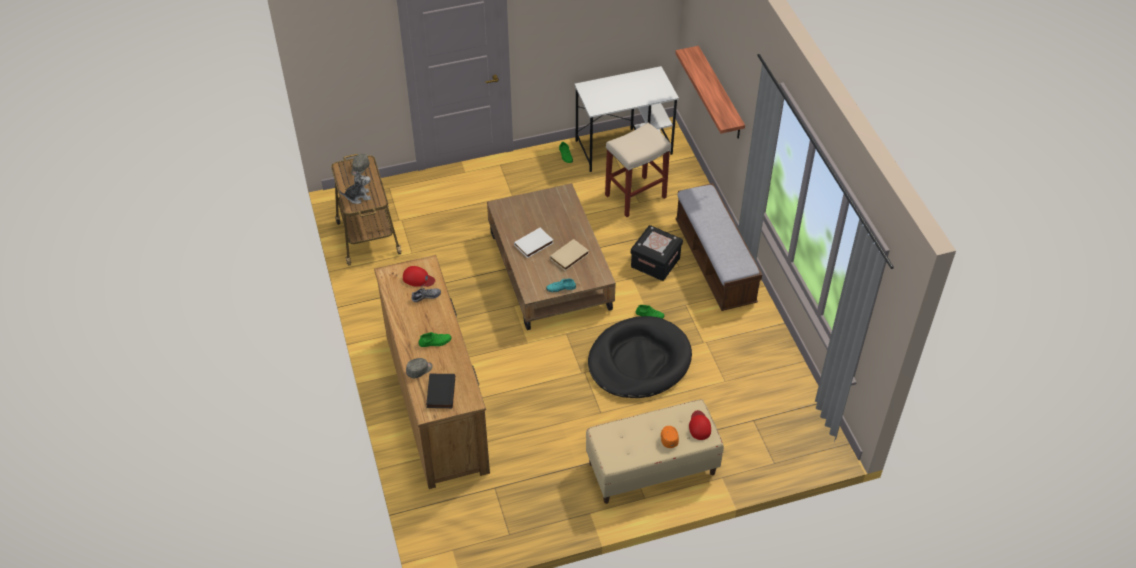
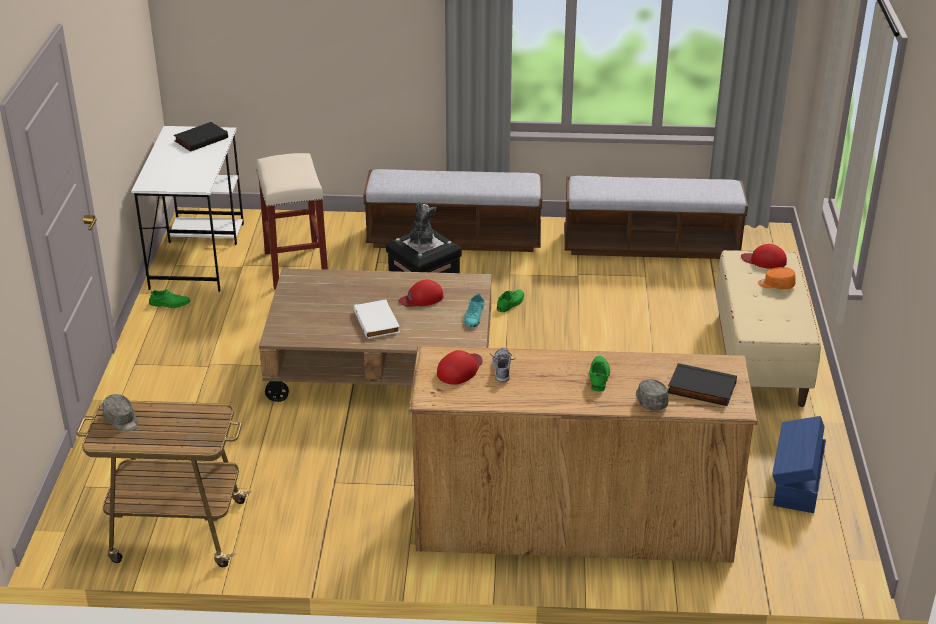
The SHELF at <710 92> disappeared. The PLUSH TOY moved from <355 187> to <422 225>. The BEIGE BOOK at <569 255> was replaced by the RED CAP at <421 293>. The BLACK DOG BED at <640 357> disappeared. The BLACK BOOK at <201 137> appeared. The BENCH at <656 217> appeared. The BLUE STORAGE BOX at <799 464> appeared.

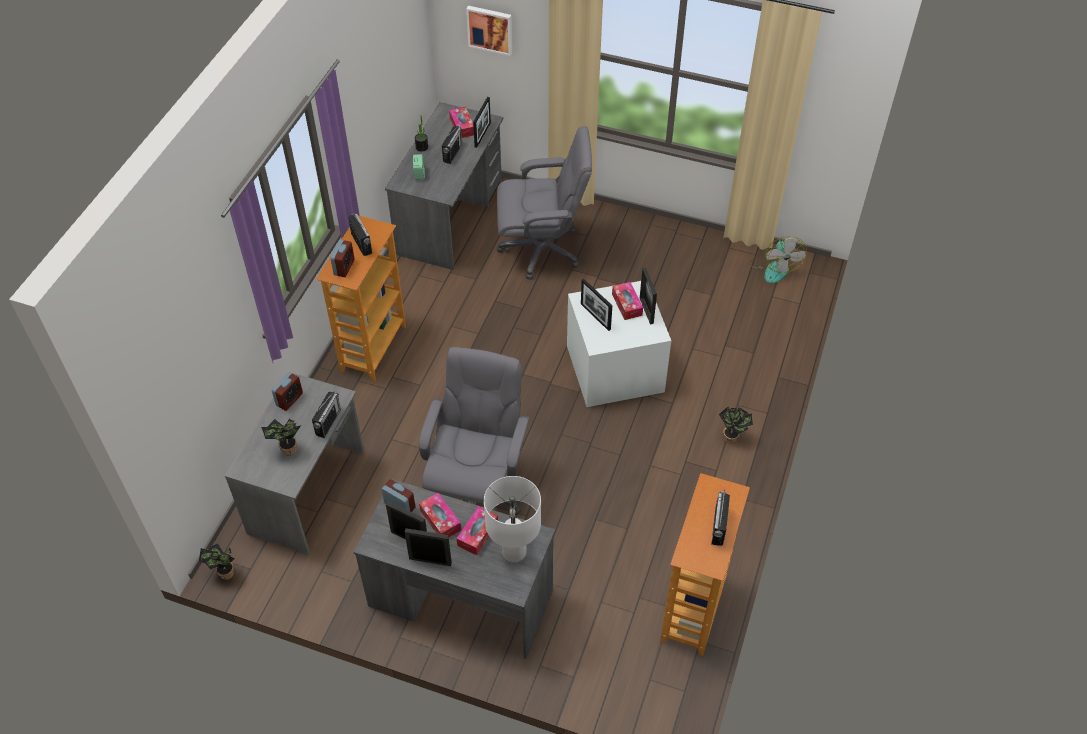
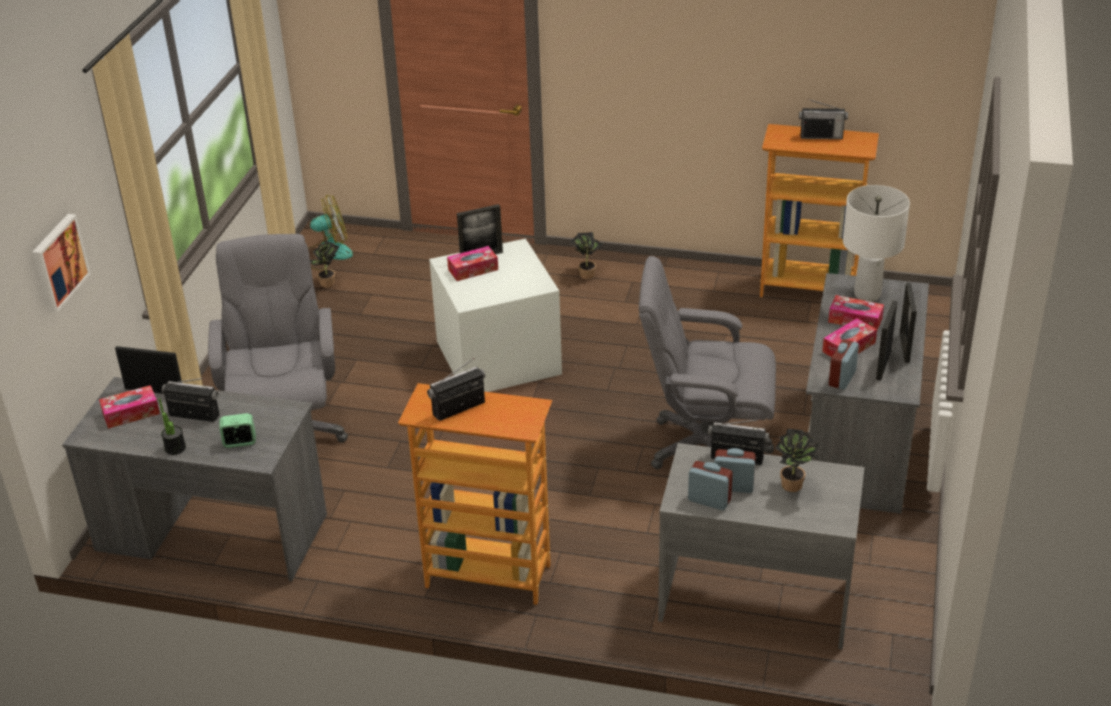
The ALARM CLOCK moved from <342 258> to <735 470>. The PICTURE FRAME at <596 305> disappeared. The POTTED PLANT moved from <217 561> to <324 264>.

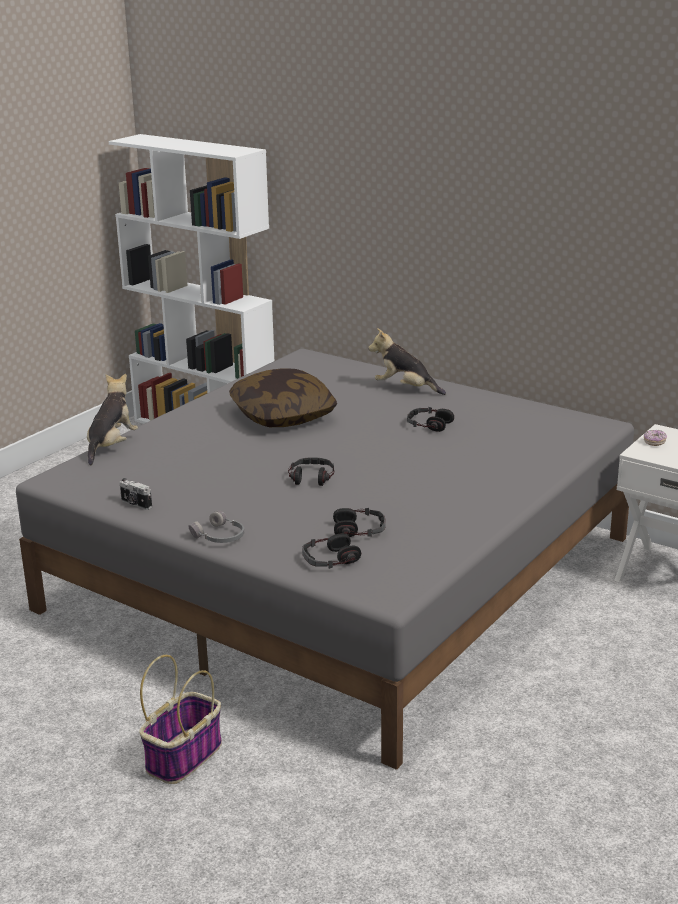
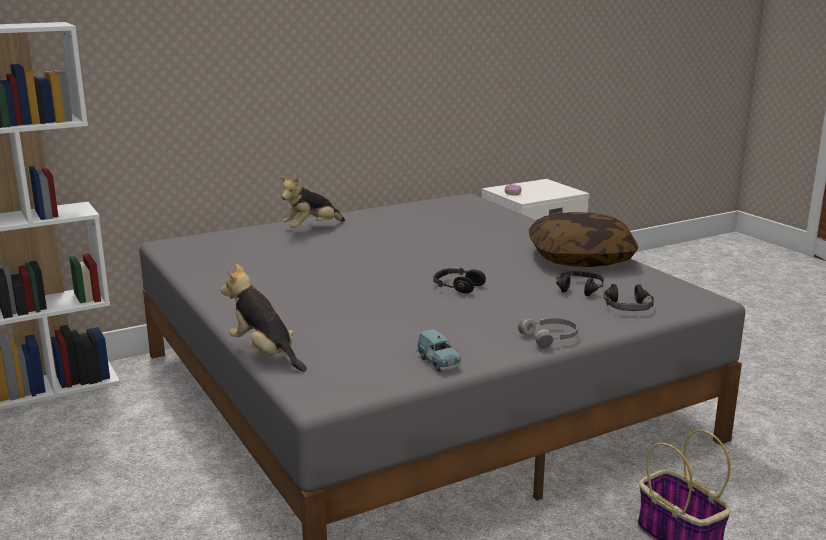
The PILLOW moved from <283 397> to <583 239>. The HEADPHONES at <430 419> disappeared. The PHOTO CAMERA at <136 494> was replaced by the BLUE TOY CAR at <439 350>.

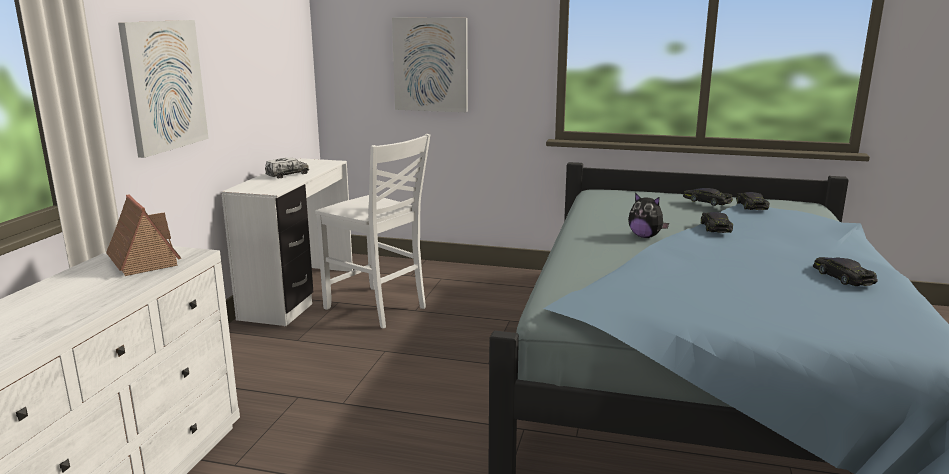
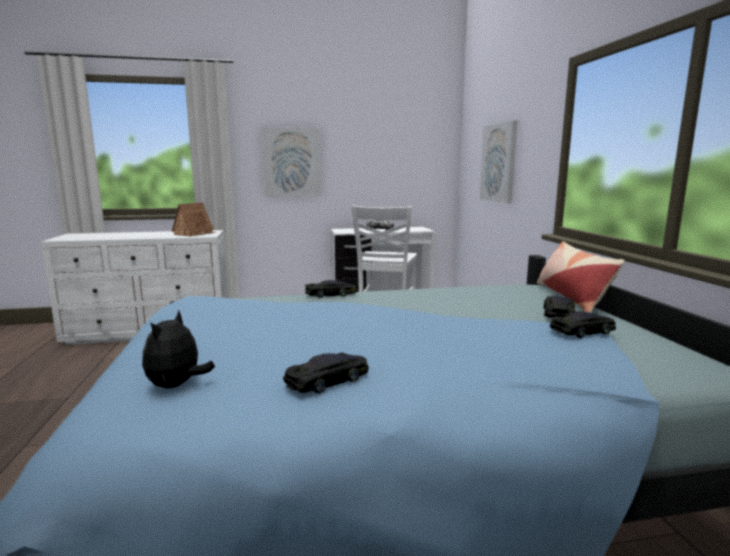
The PLUSH TOY moved from <648 215> to <178 349>. The BLACK TOY CAR moved from <717 222> to <331 289>. The PILLOW at <581 277> appeared.

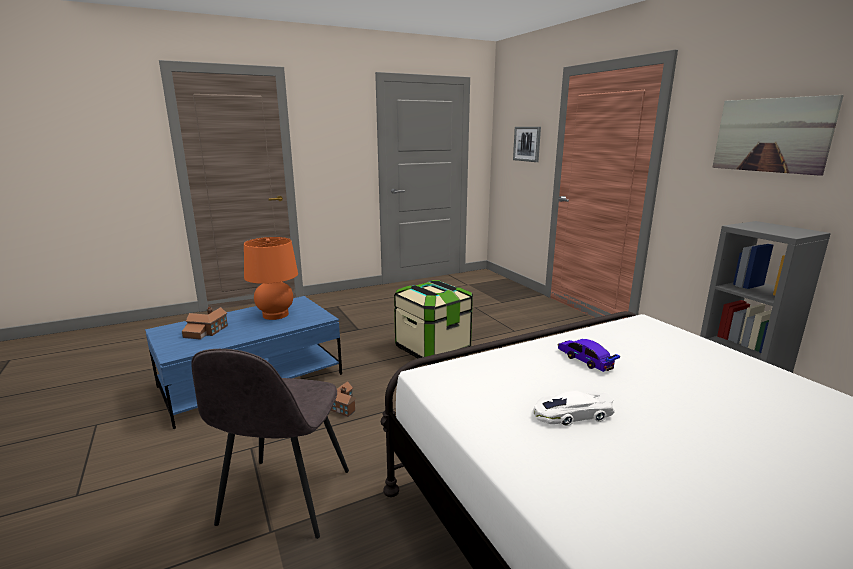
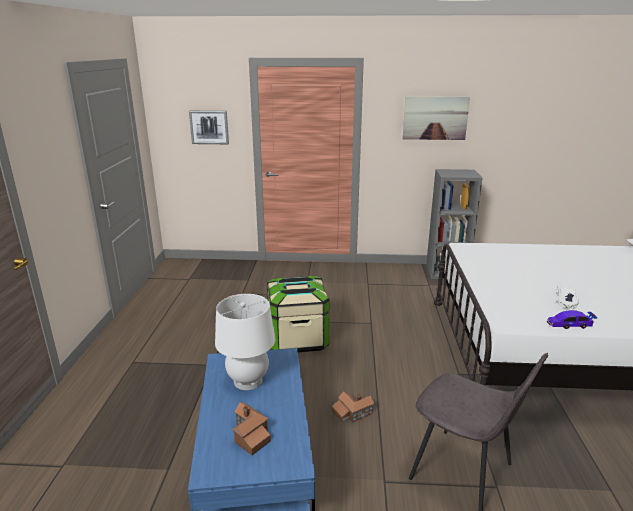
The ORANGE TABLE LAMP at <271 278> became the WHITE TABLE LAMP at <245 342>. The TOY CAR moved from <589 355> to <572 319>.

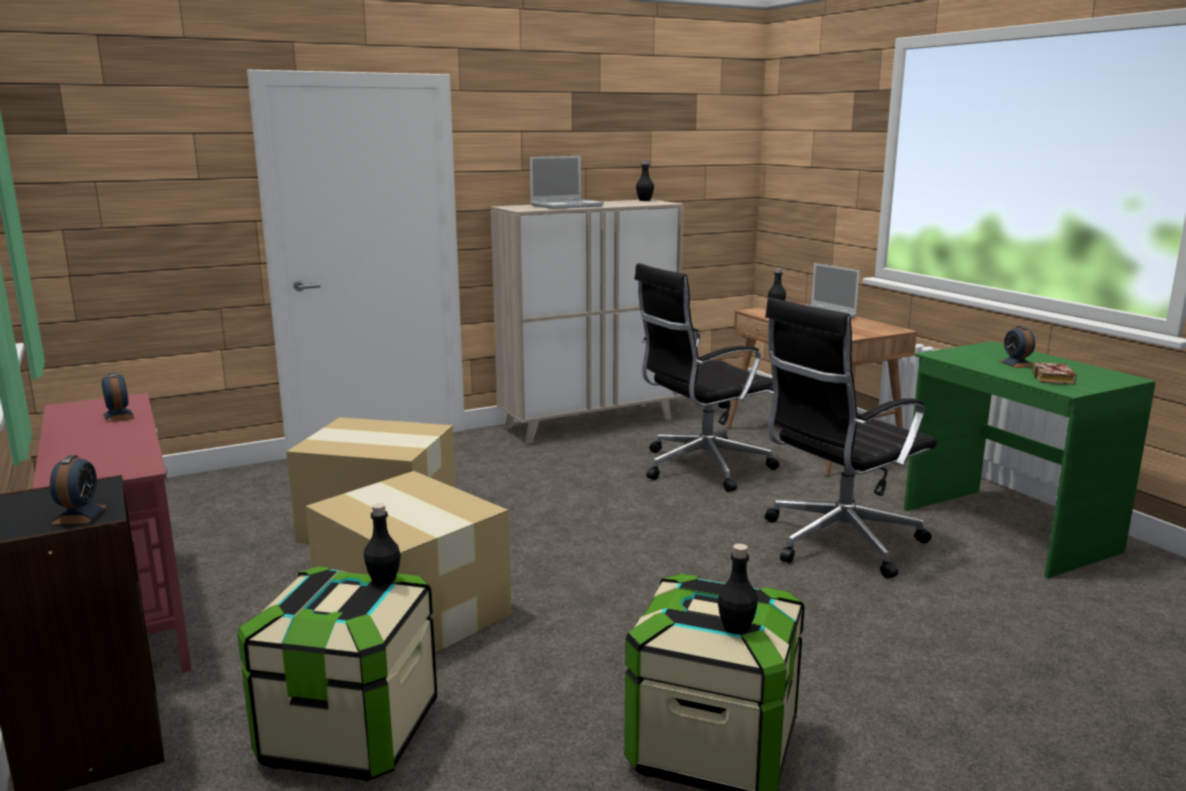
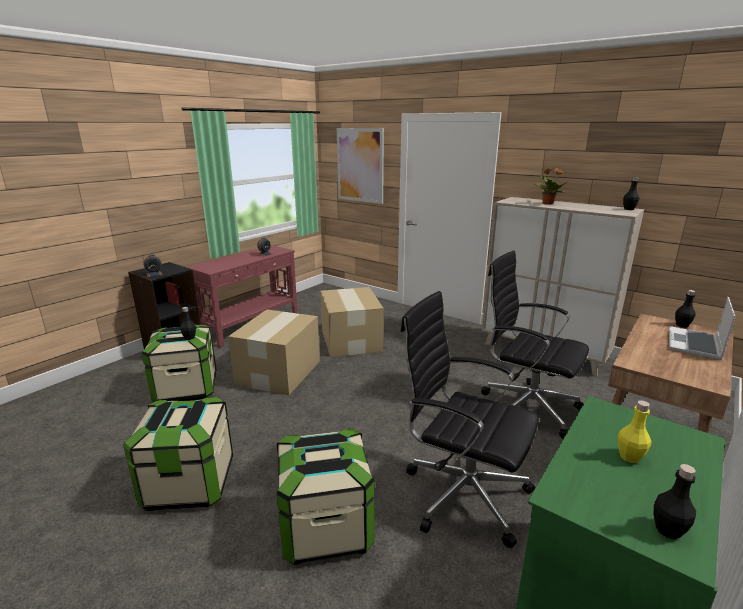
The LAPTOP at <567 182> was replaced by the POTTED PLANT at <551 186>. The ALARM CLOCK at <1017 347> was replaced by the YELLOW BOTTLE at <634 431>. The BOOK at <1054 373> disappeared. The BLACK BOTTLE moved from <738 589> to <675 501>. The PICTURE at <360 166> appeared. The STORAGE BOX at <326 496> appeared.

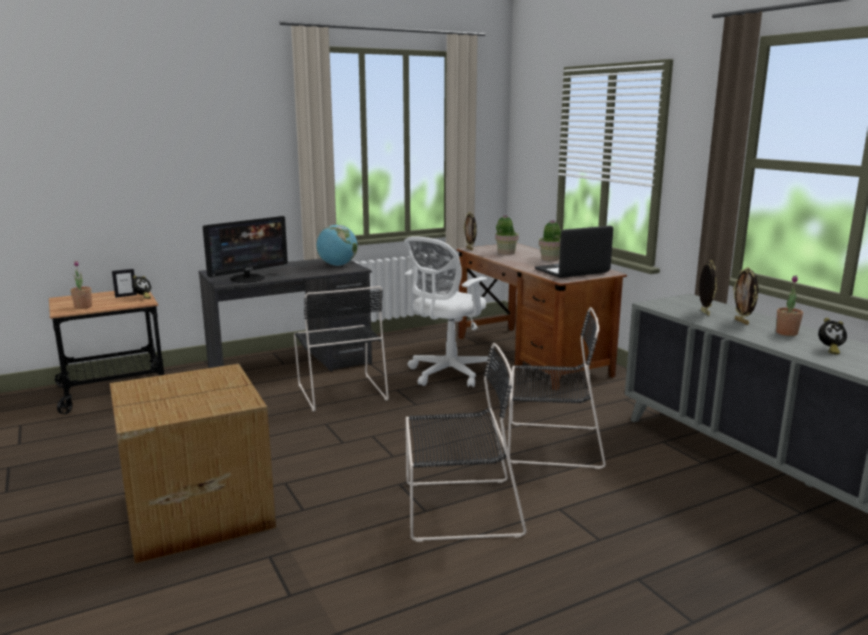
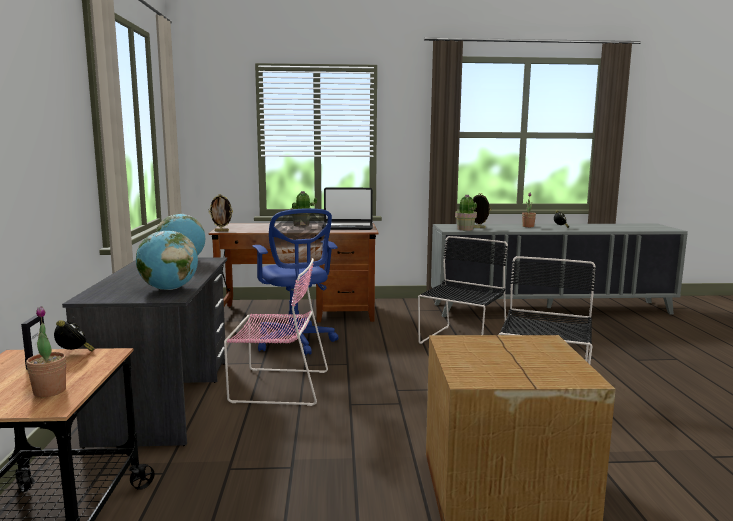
The POTTED PLANT moved from <507 234> to <466 212>. The MONITOR at <245 249> was replaced by the GLOBE at <167 260>. The LAPTOP at <574 252> turned 90 degrees counterclockwise. The WHITE OFFICE CHAIR at <451 311> became the BLUE OFFICE CHAIR at <295 281>. The PICTURE FRAME at <745 296> disappeared. The BLACK CHAIR at <341 348> became the PINK CHAIR at <276 332>.

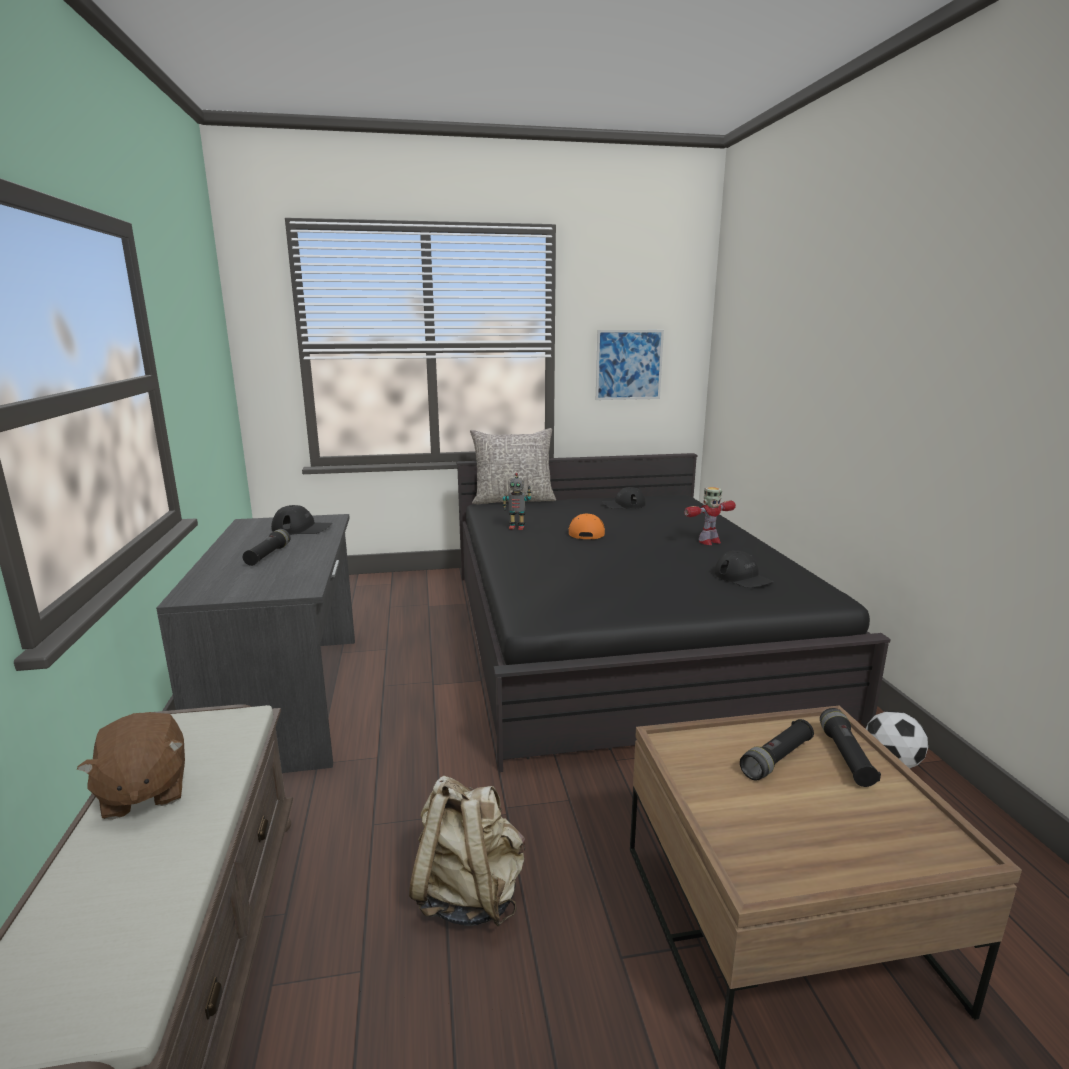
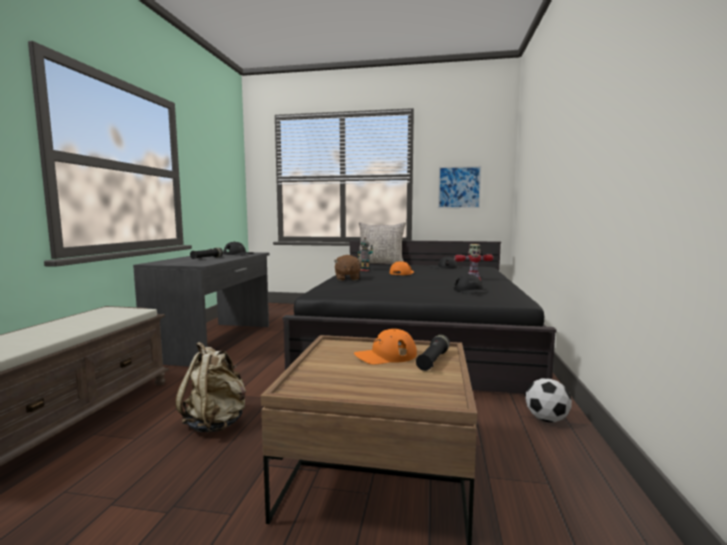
The BROWN PLUSH TOY moved from <131 765> to <348 268>. The BLACK FLASHLIGHT at <777 750> was replaced by the ORANGE CAP at <385 347>.

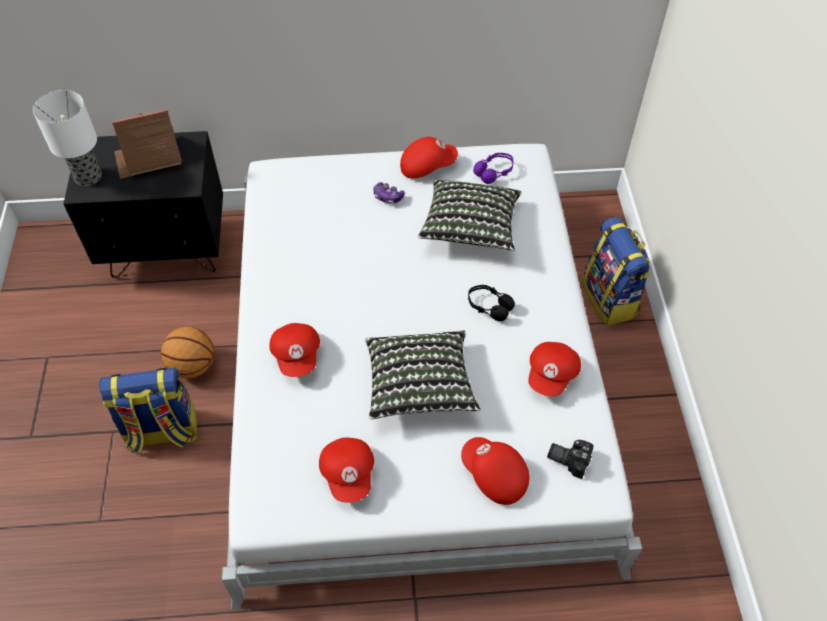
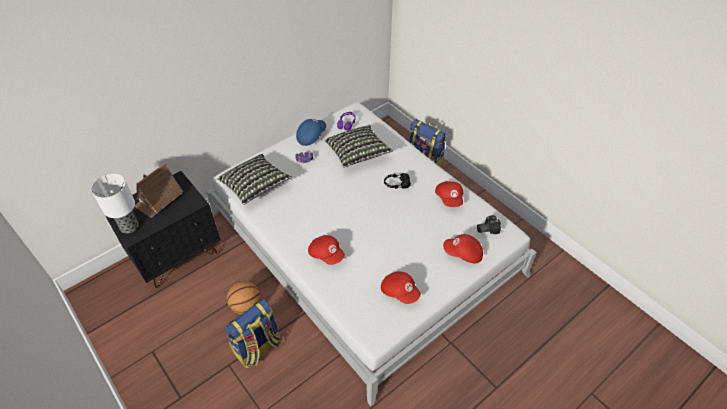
The RED CAP at <429 158> became the BLUE CAP at <311 132>. The PILLOW moved from <423 374> to <255 179>.

